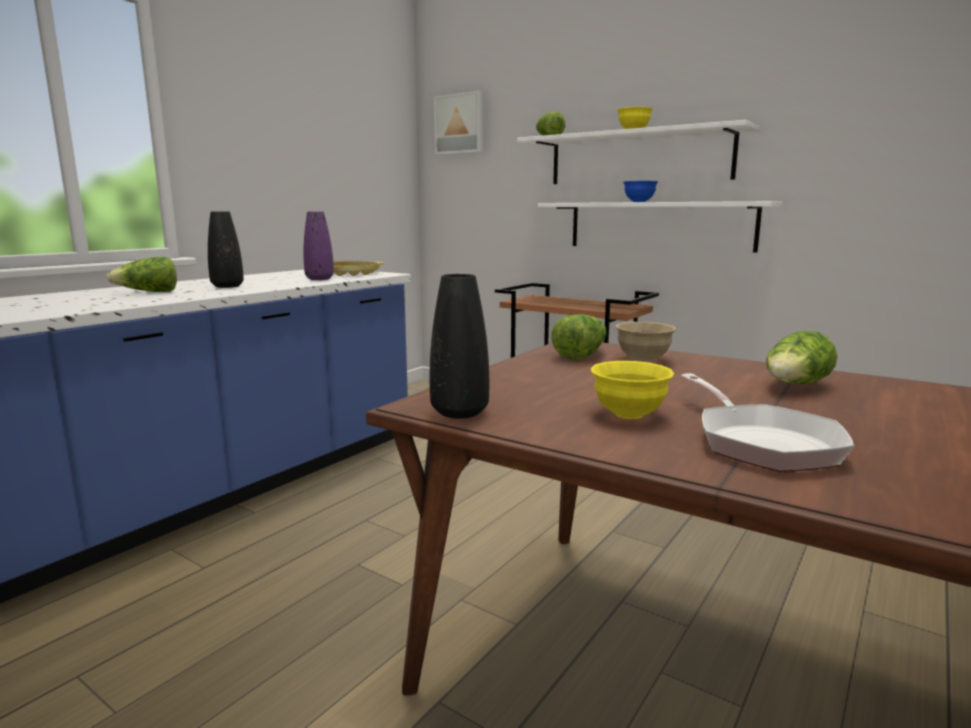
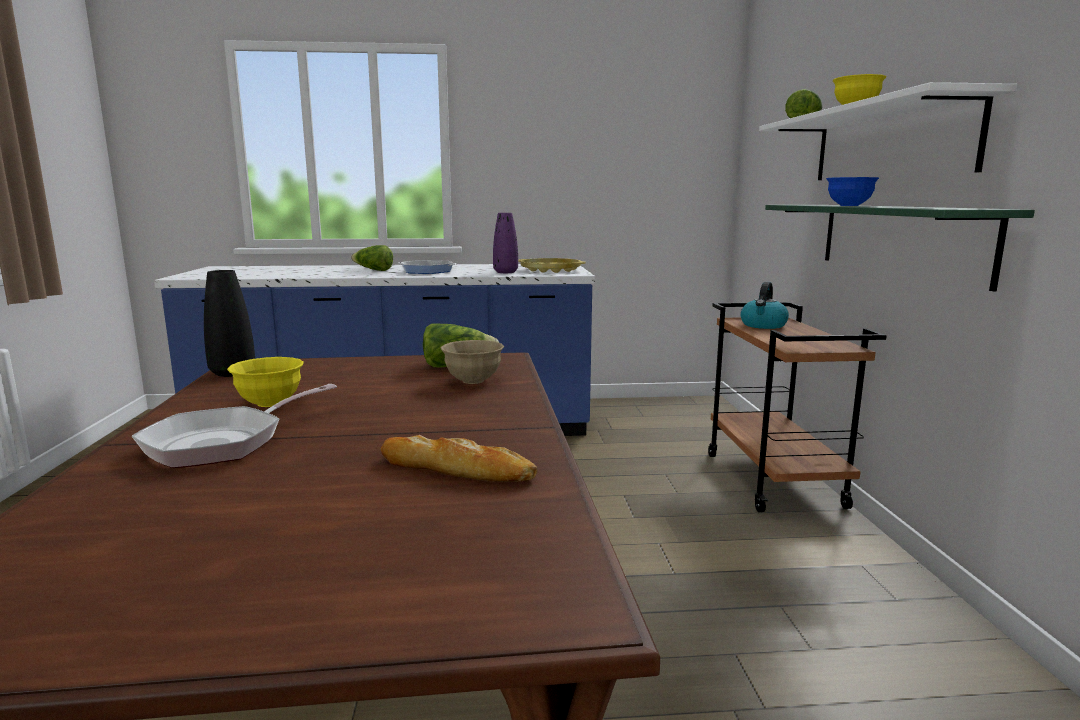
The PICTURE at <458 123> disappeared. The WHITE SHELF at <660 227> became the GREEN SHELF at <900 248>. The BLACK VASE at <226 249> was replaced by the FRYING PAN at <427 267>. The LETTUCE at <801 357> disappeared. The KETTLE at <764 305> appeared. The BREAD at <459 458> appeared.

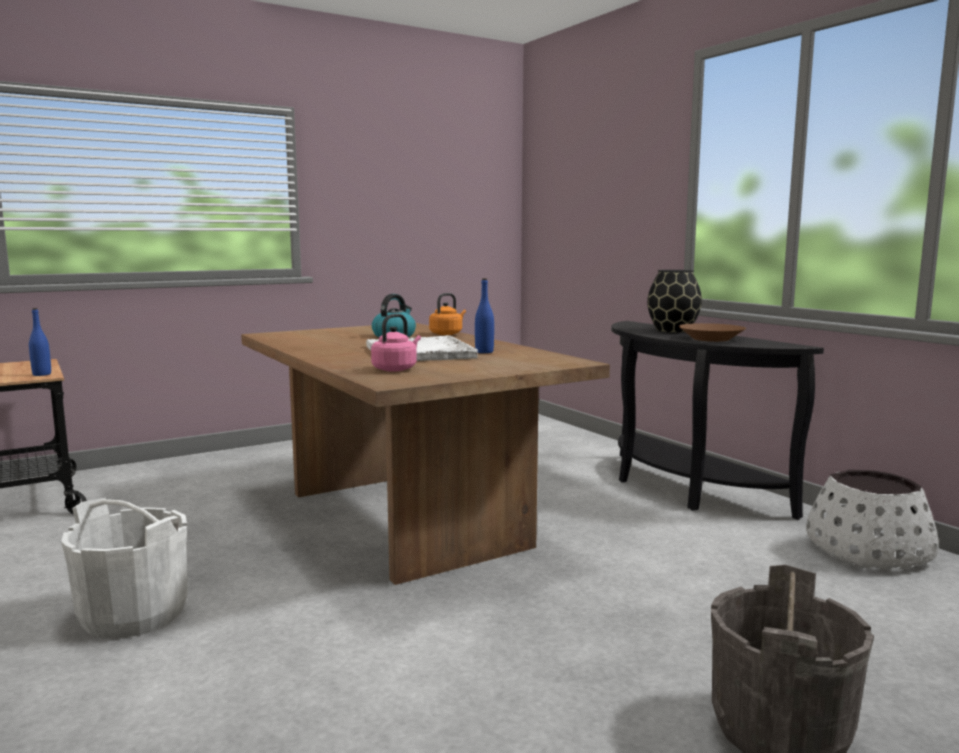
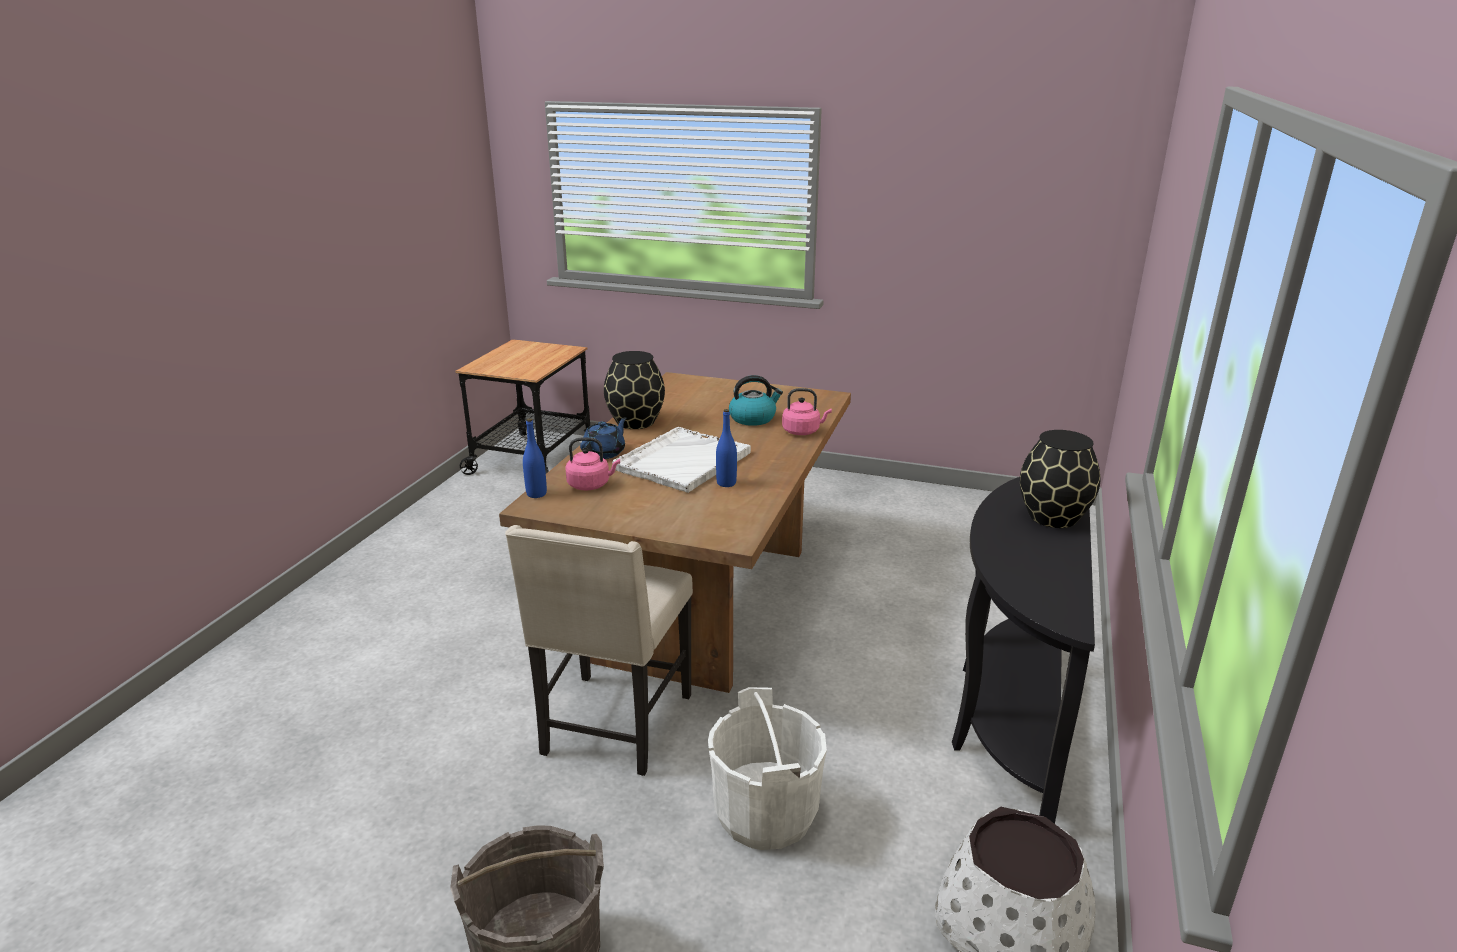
The ORANGE KETTLE at <447 314> became the PINK KETTLE at <807 411>. The BLUE BOTTLE moved from <40 342> to <535 458>. The BROWN BOWL at <712 332> disappeared. The WHITE BUCKET moved from <124 568> to <767 768>. The BLACK VASE at <634 390> appeared. The BLUE TEAPOT at <603 438> appeared. The BEIGE CHAIR at <599 650> appeared.

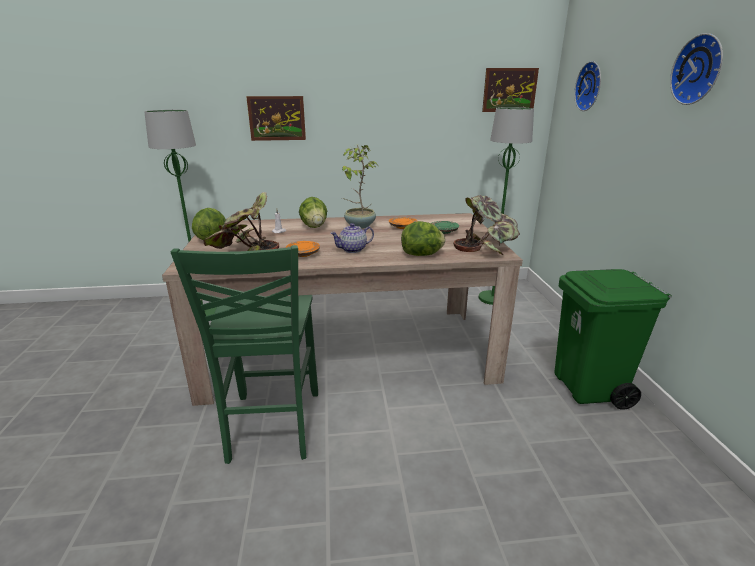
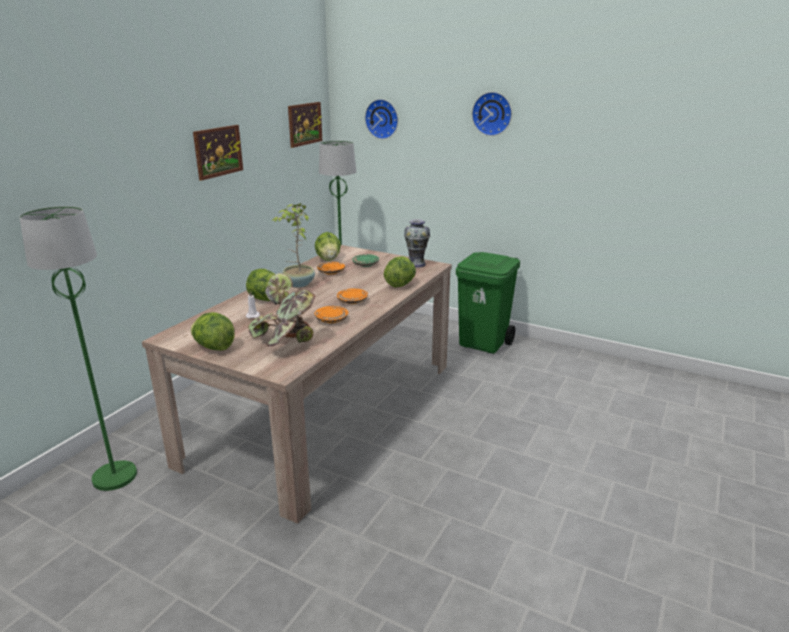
The PICTURE moved from <276 118> to <218 153>. The POTTED PLANT at <486 225> was replaced by the VASE at <417 243>. The TEAPOT at <352 238> was replaced by the ORANGE PLATE at <352 296>. The GREEN CHAIR at <244 354> disappeared. The LETTUCE at <328 246> appeared.

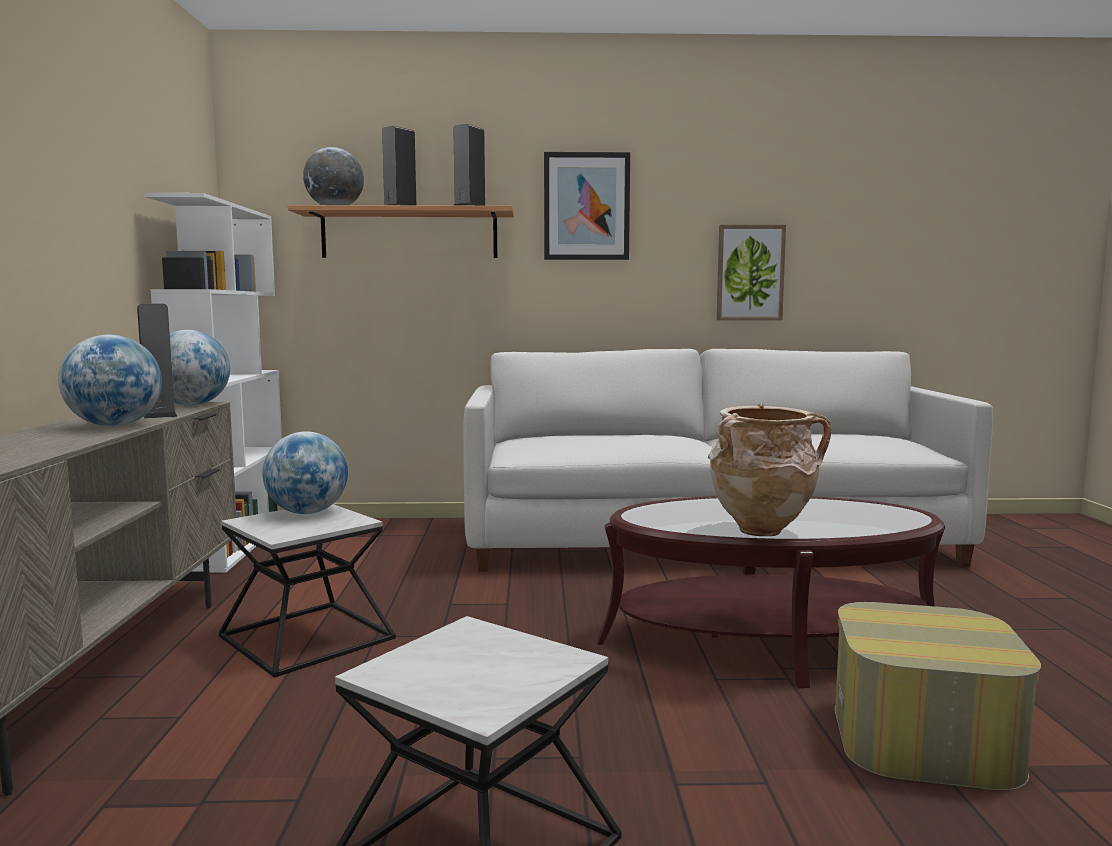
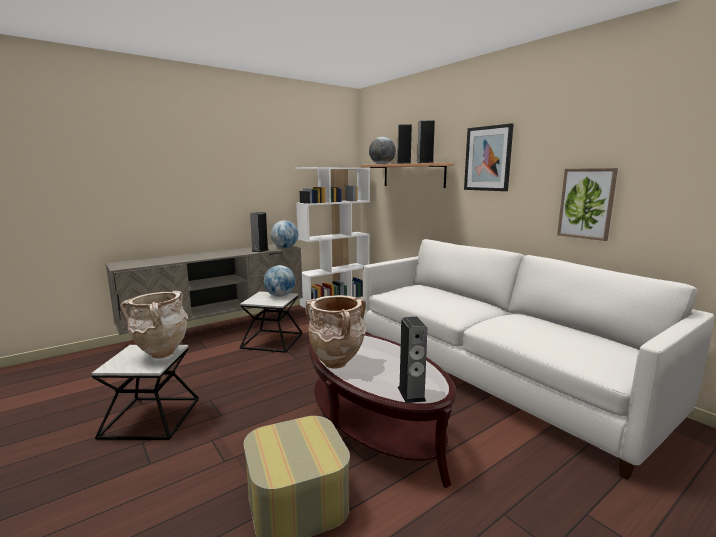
The GLOBE at <110 381> disappeared. The BEIGE VASE at <154 324> appeared. The SPEAKER at <412 360> appeared.

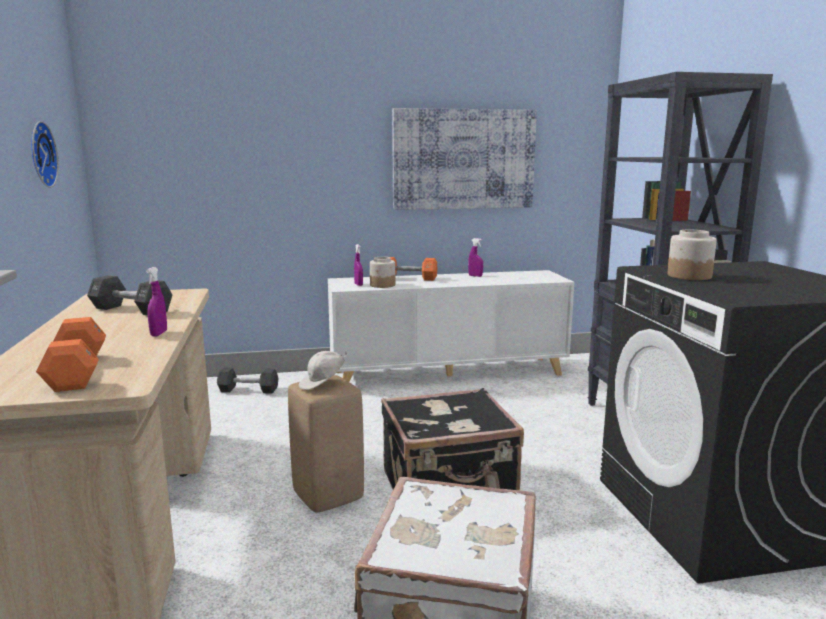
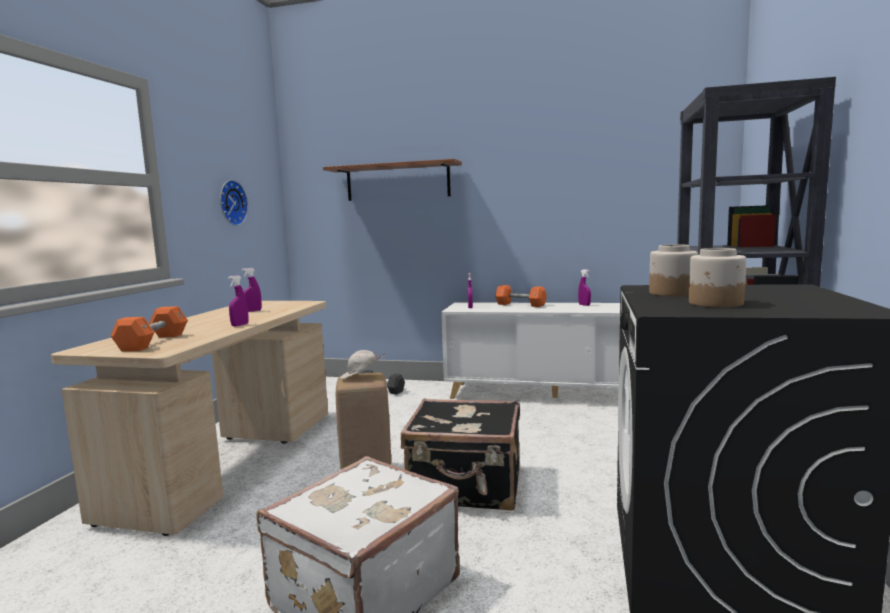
The PICTURE at <464 159> disappeared. The JAR moved from <382 272> to <717 278>. The BLACK DUMBBELL at <129 295> was replaced by the PURPLE SPRAY BOTTLE at <252 290>. The SHELF at <392 180> appeared.

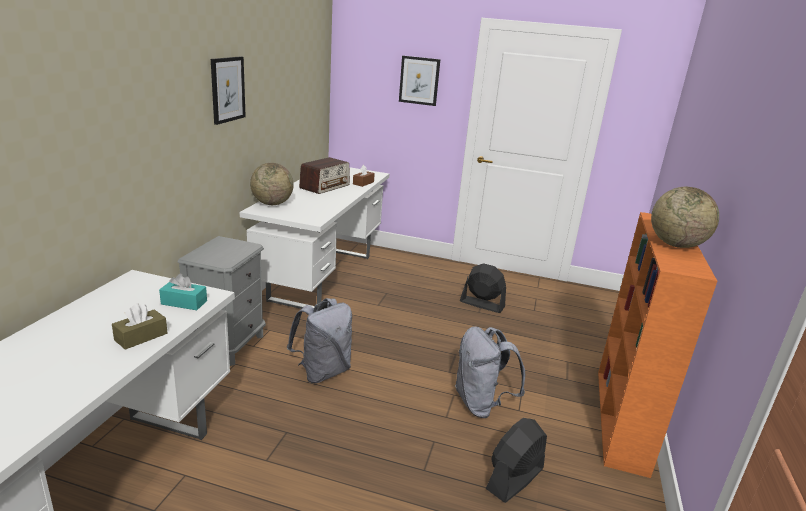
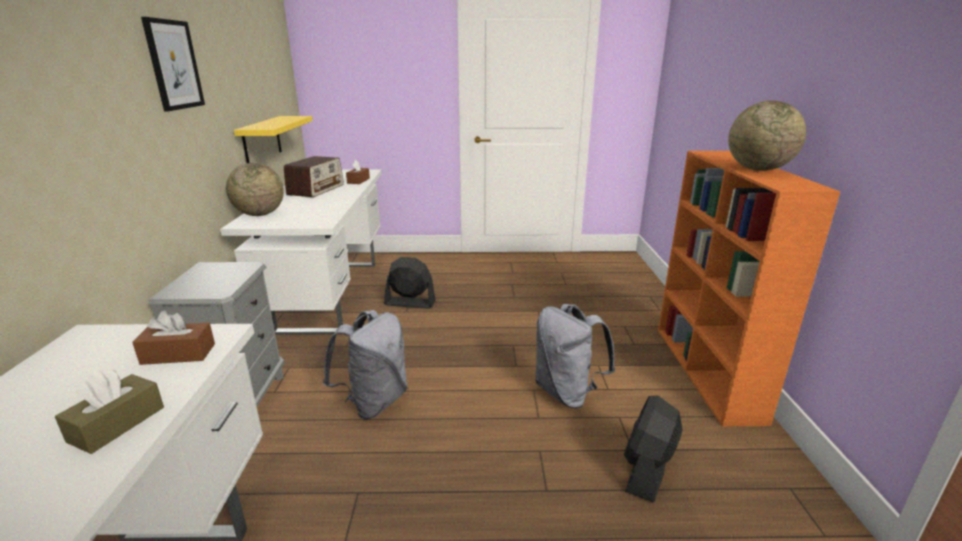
The PICTURE at <419 81> disappeared. The BLACK FAN moved from <483 288> to <410 283>. The TURQUOISE TISSUE BOX at <183 291> became the BROWN TISSUE BOX at <173 337>. The YELLOW SHELF at <273 139> appeared.

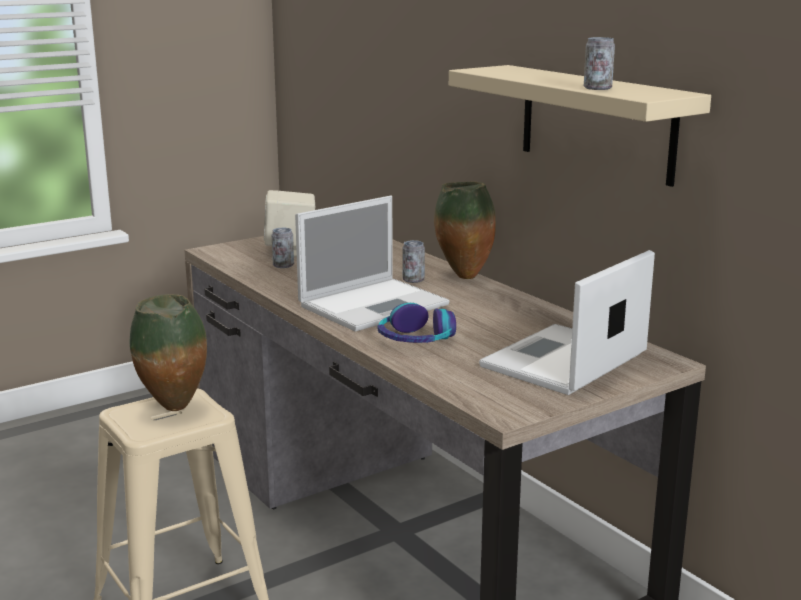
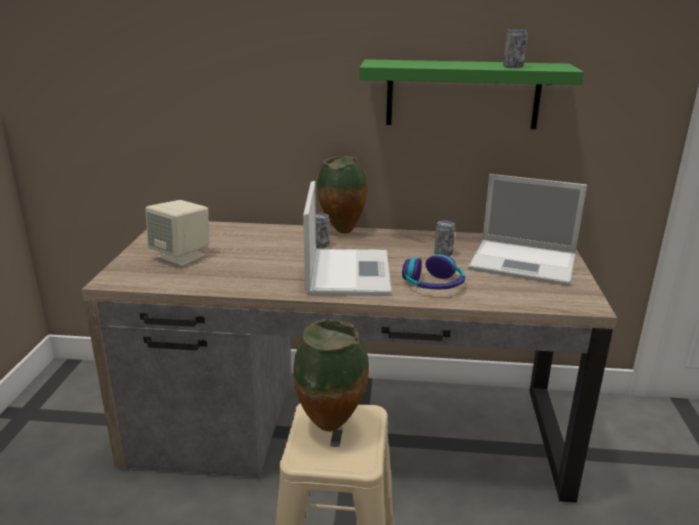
The BEIGE SHELF at <580 126> became the GREEN SHELF at <471 94>. The CAN moved from <283 248> to <444 238>. The LAPTOP at <567 322> turned 60 degrees counterclockwise.

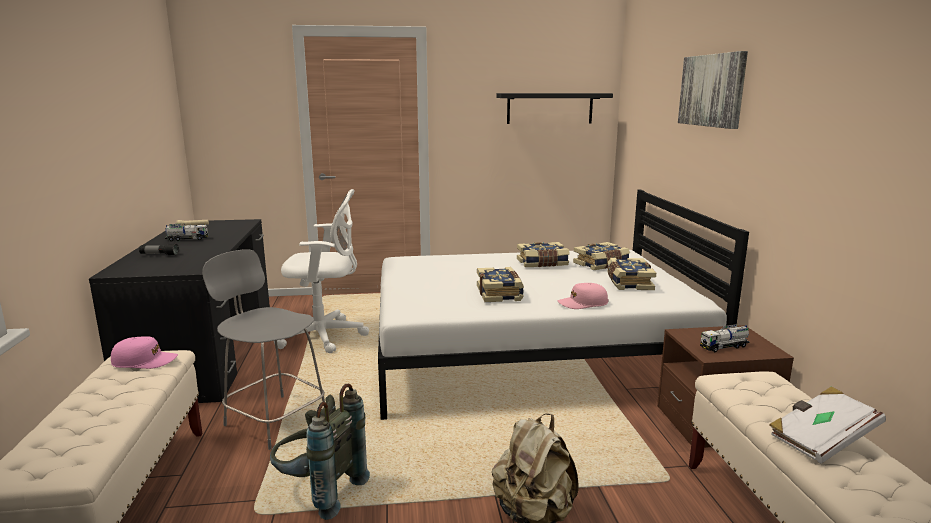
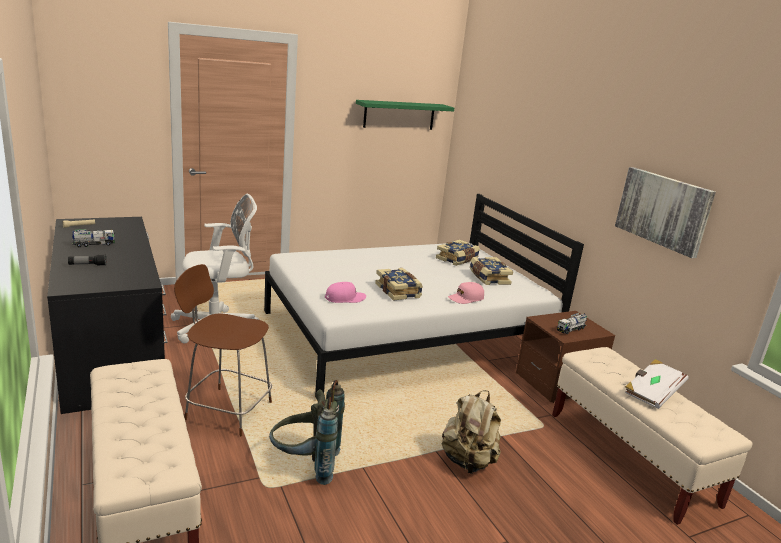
The PICTURE moved from <713 90> to <665 212>. The BLACK SHELF at <554 108> became the GREEN SHELF at <405 115>. The BOOK at <543 254> disappeared. The GREY CHAIR at <263 349> became the BROWN CHAIR at <223 350>. The PINK CAP moved from <144 352> to <345 292>.

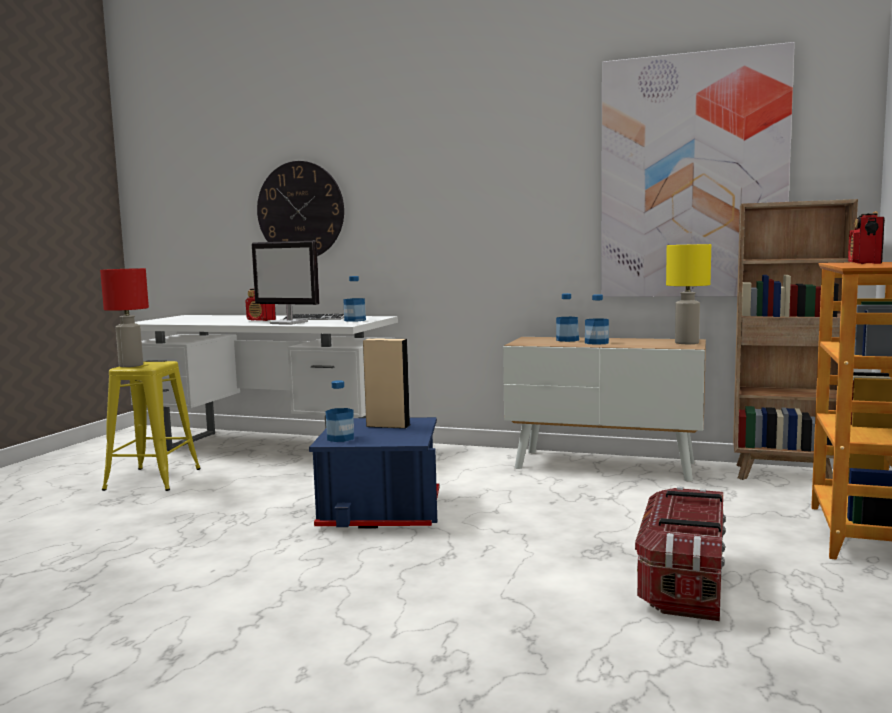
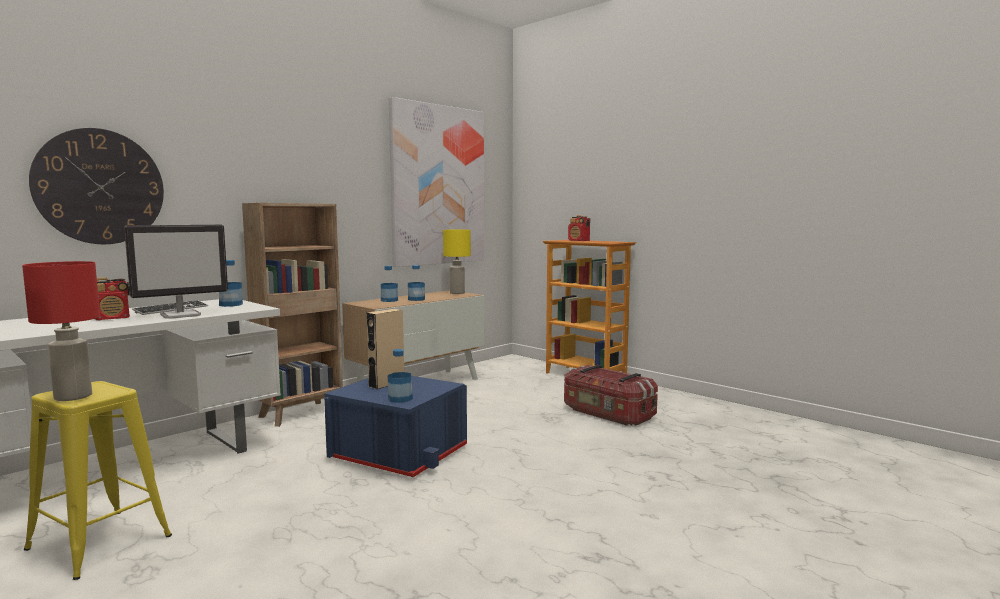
The BROWN BOOKCASE moved from <795 339> to <292 315>.

